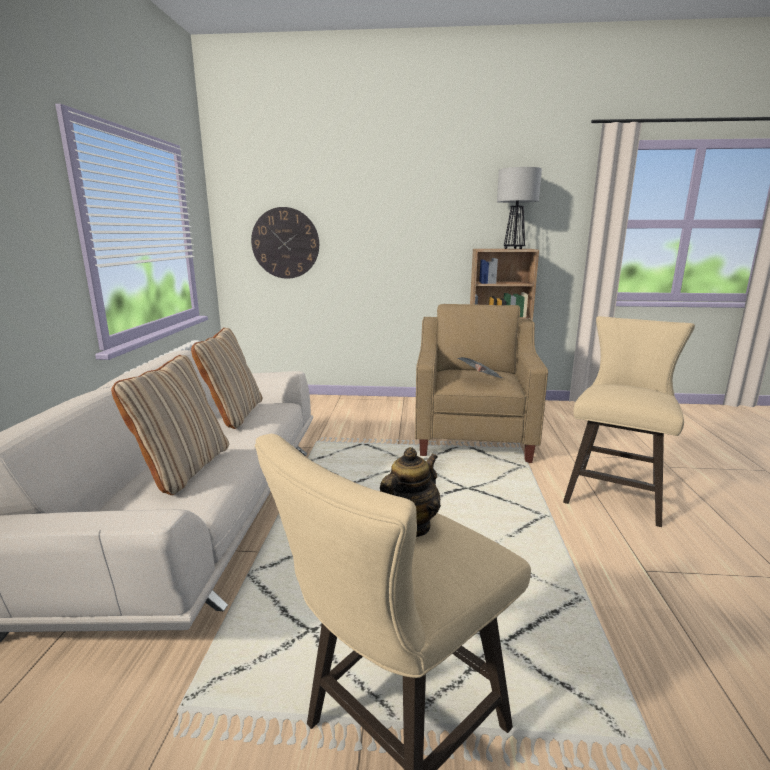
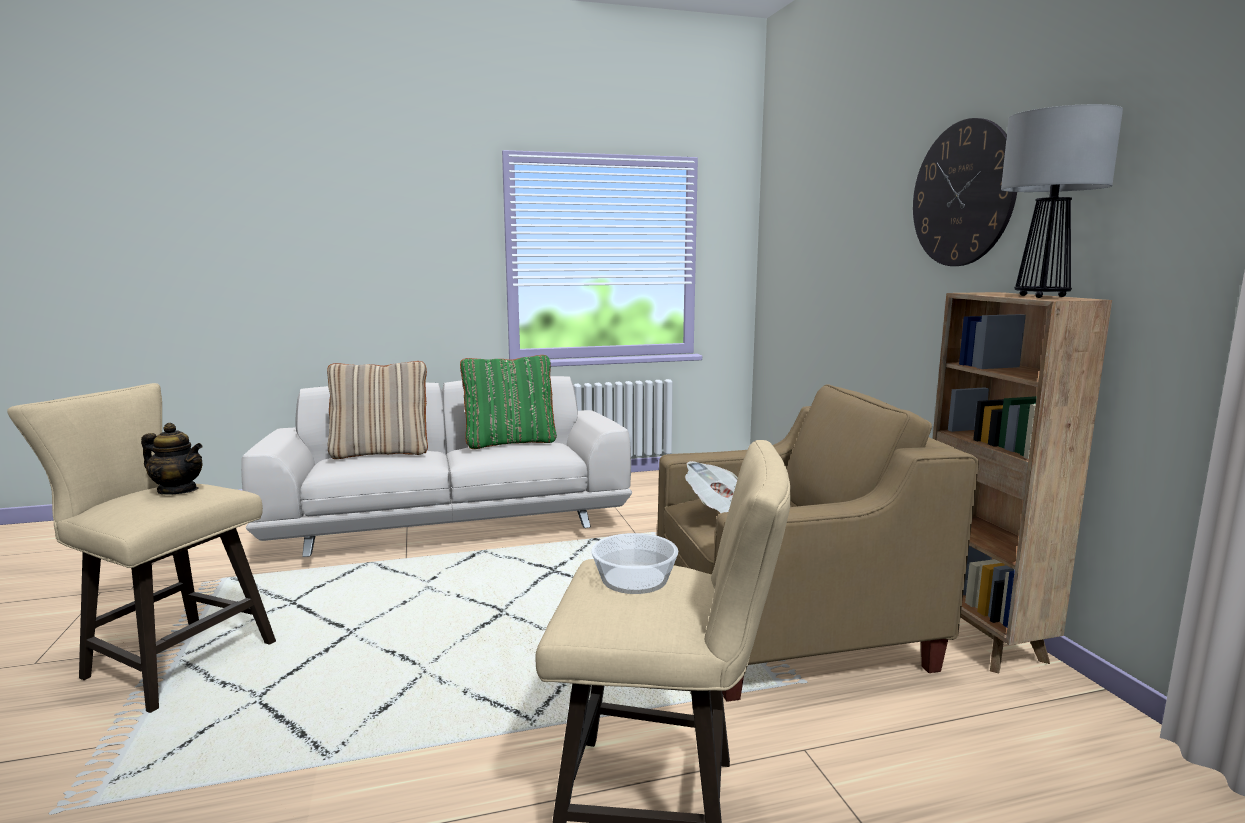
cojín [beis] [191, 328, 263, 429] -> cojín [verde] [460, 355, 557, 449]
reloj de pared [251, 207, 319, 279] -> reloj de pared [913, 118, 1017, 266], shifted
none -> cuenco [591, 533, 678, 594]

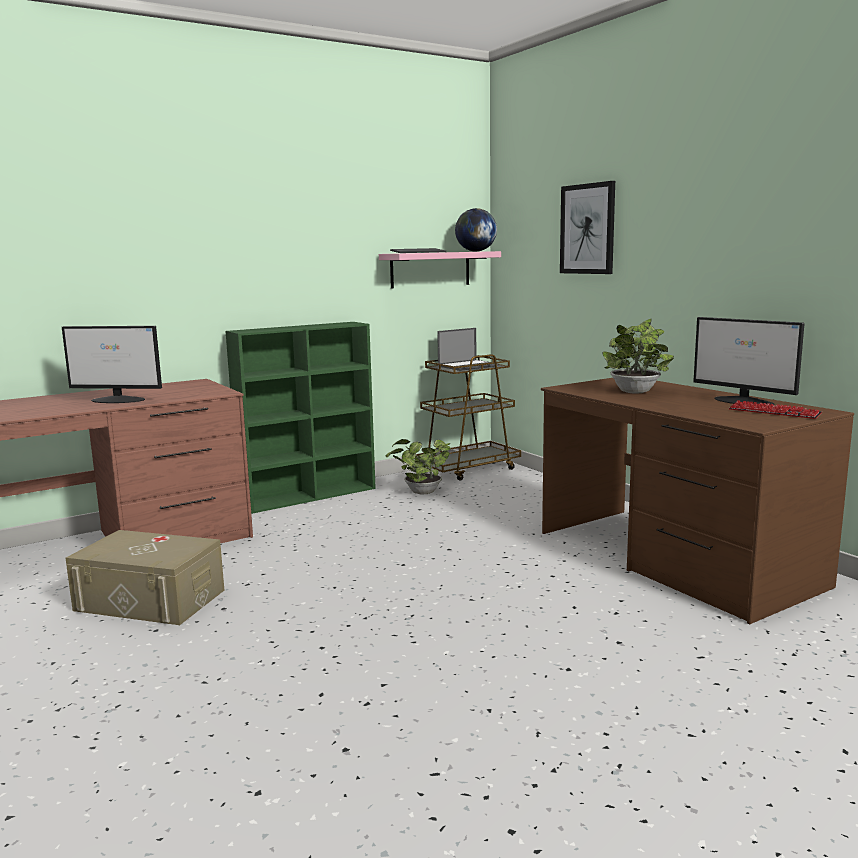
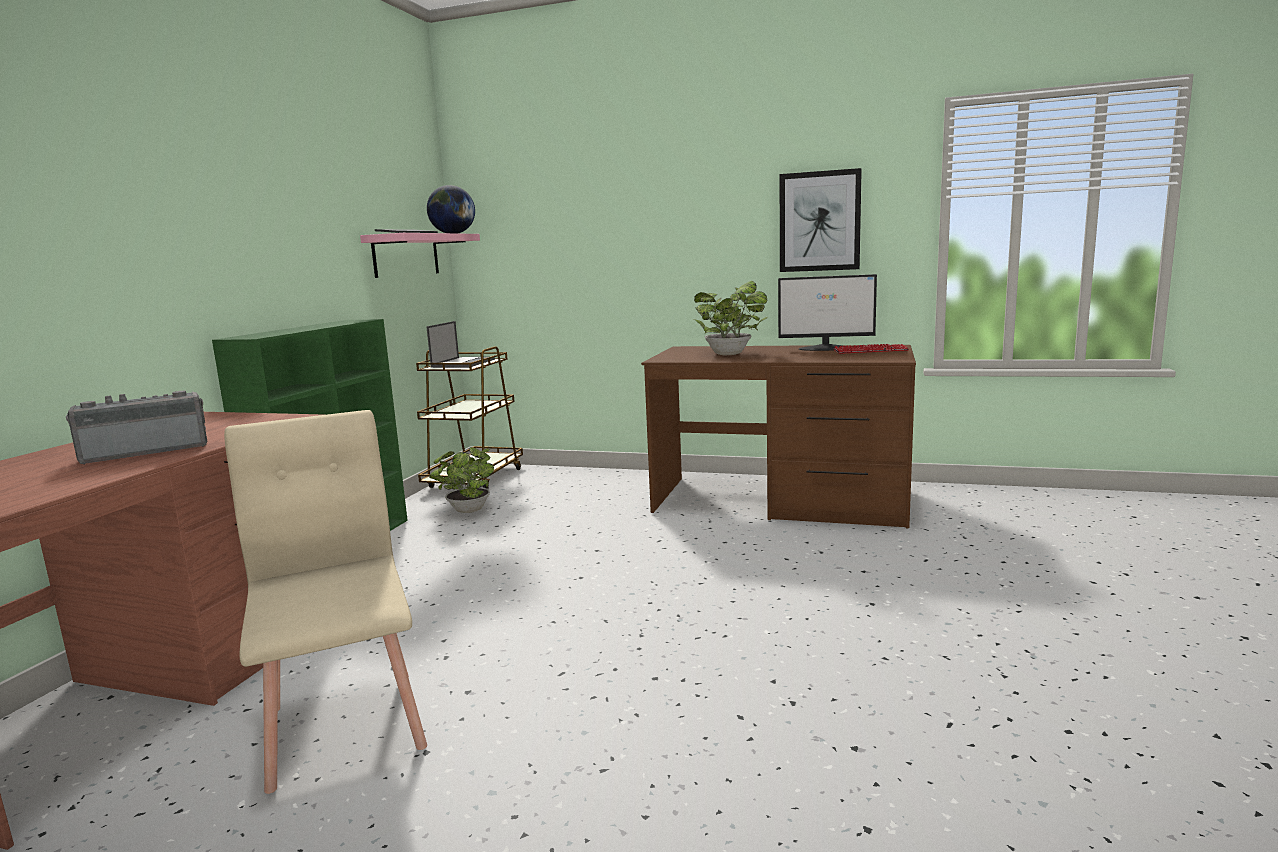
monitor [62, 326, 162, 403] -> radio [66, 391, 207, 464]
caja de almacenaje [beis] [65, 530, 225, 625] -> silla [beis] [224, 410, 427, 794]
cuadro [560, 181, 615, 274] -> cuadro [780, 168, 862, 272], shifted

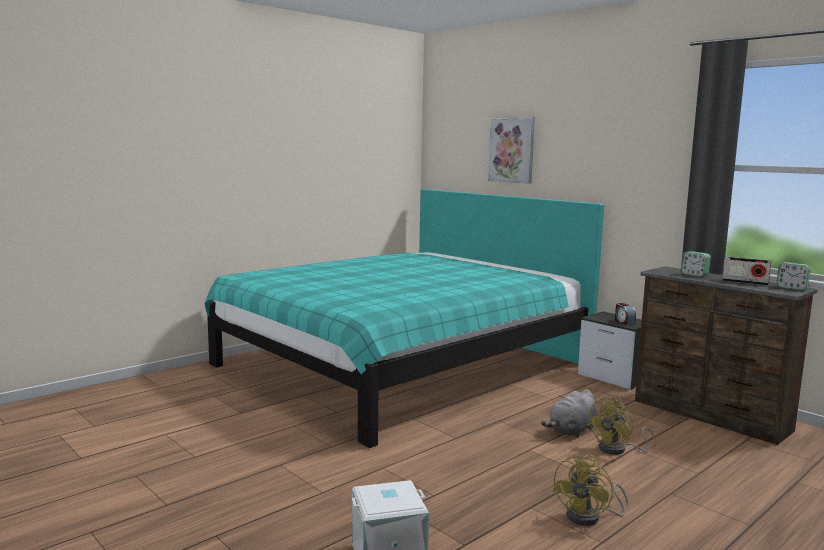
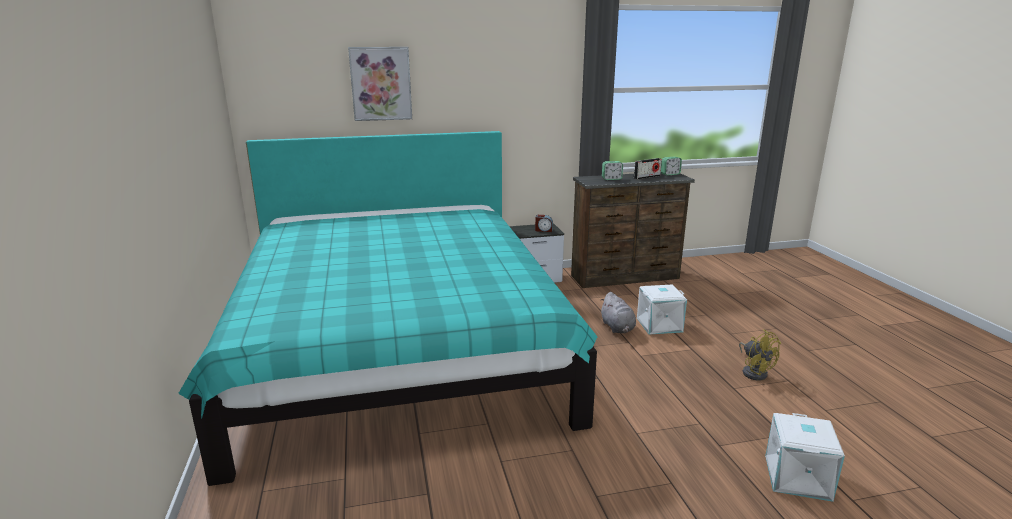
ventilador [amarillo] [587, 397, 656, 455] -> caja de almacenaje [blanco] [637, 285, 687, 335]

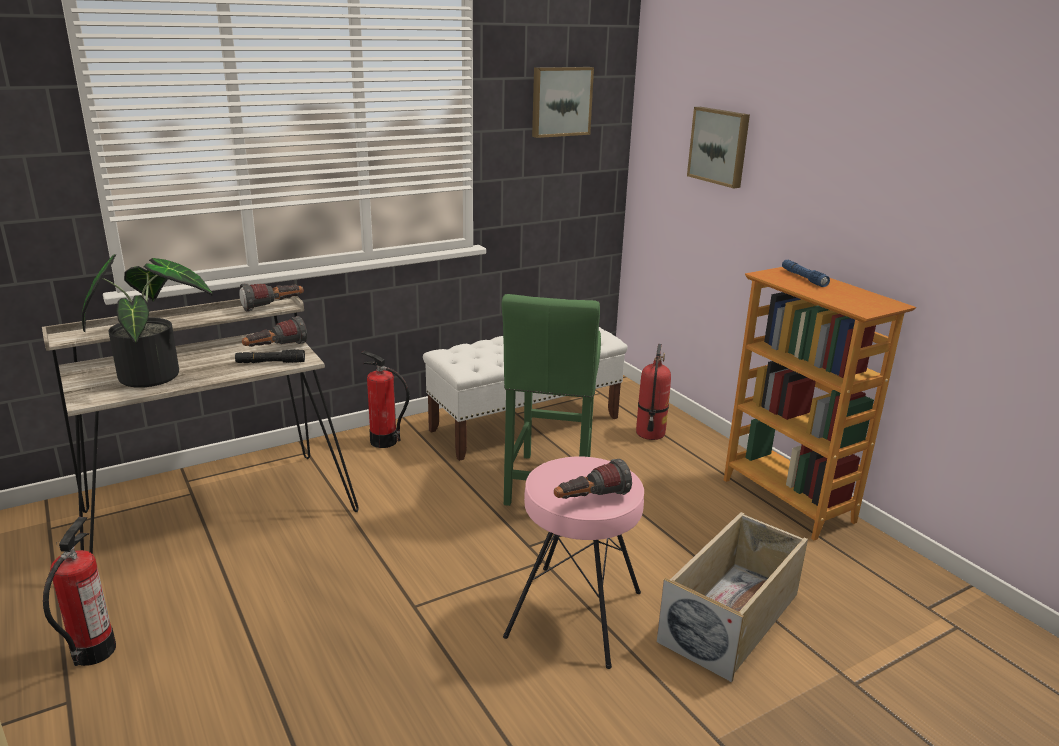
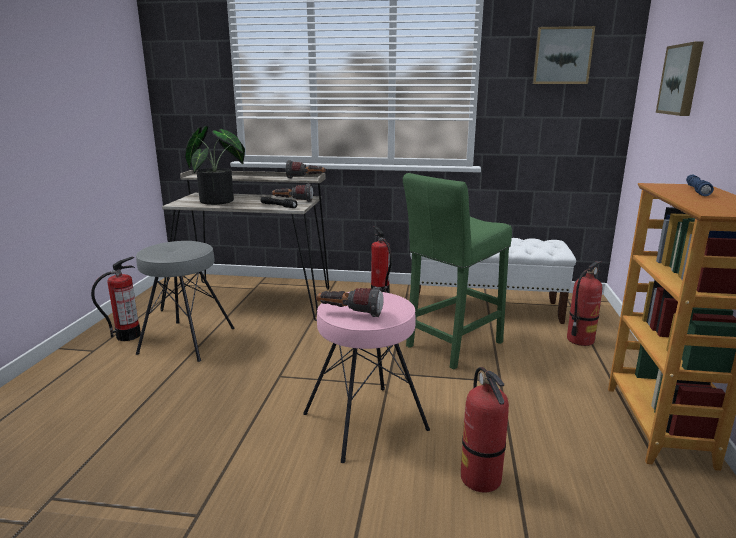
caja de almacenaje [beis] [657, 512, 808, 682] -> extintor [461, 367, 509, 493]
none -> taburete [gris] [136, 241, 235, 362]

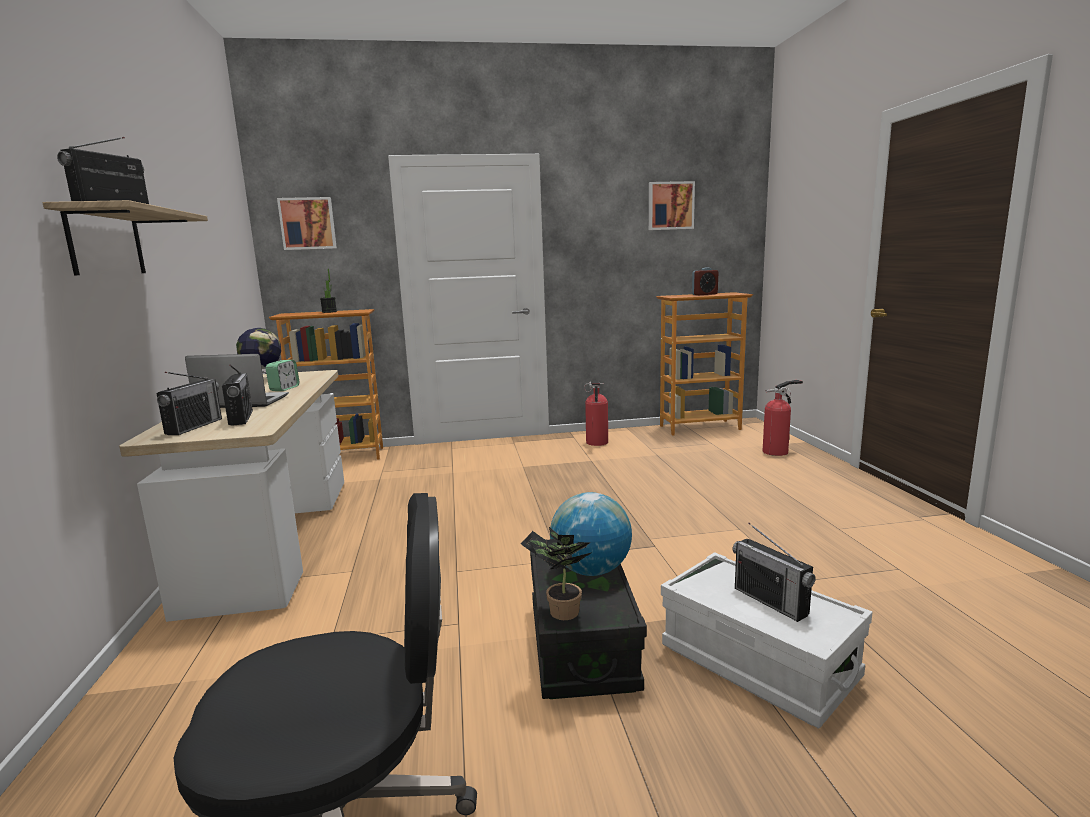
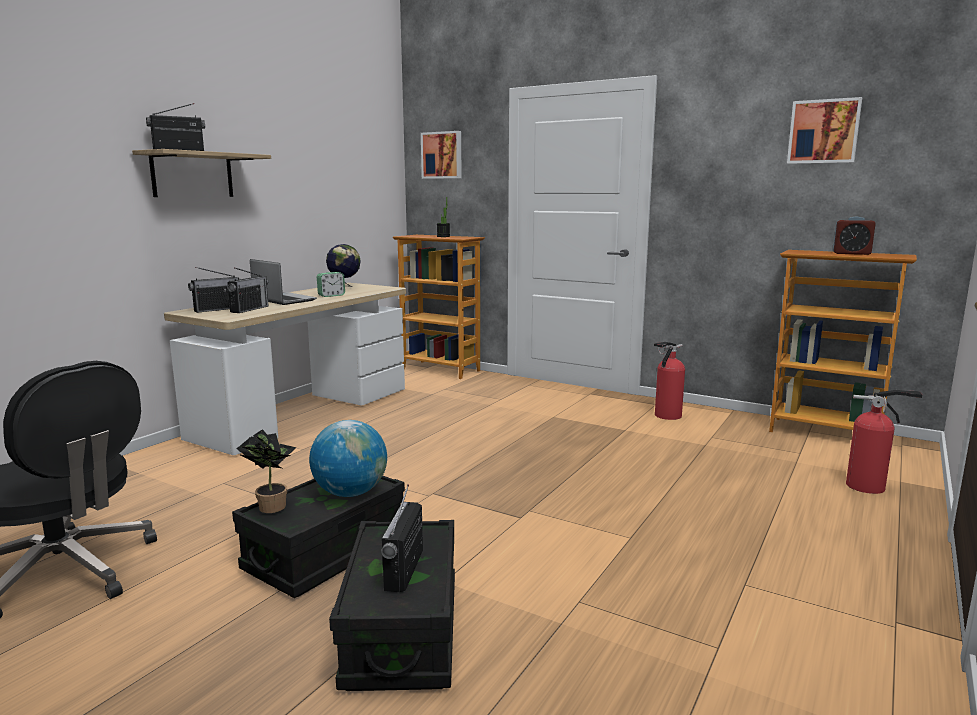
caja de almacenaje [blanco] [661, 552, 872, 729] -> caja de almacenaje [negro] [329, 520, 455, 691]

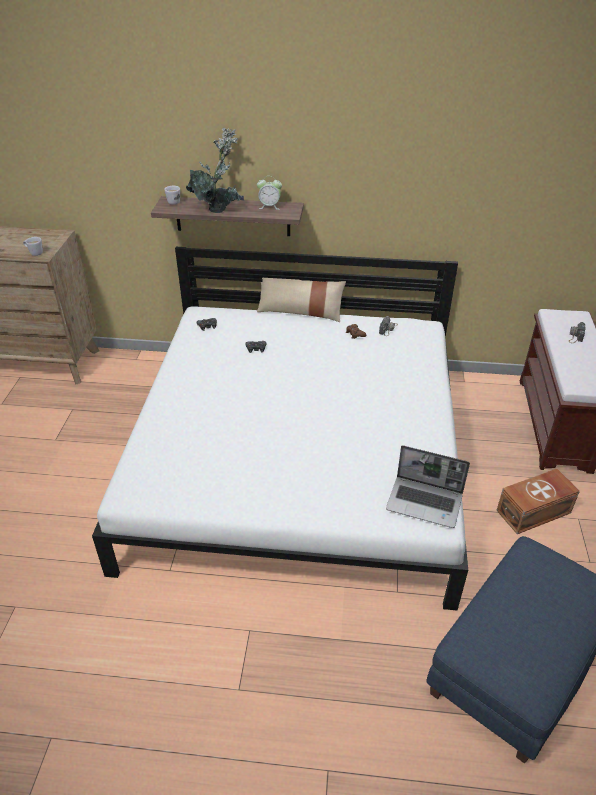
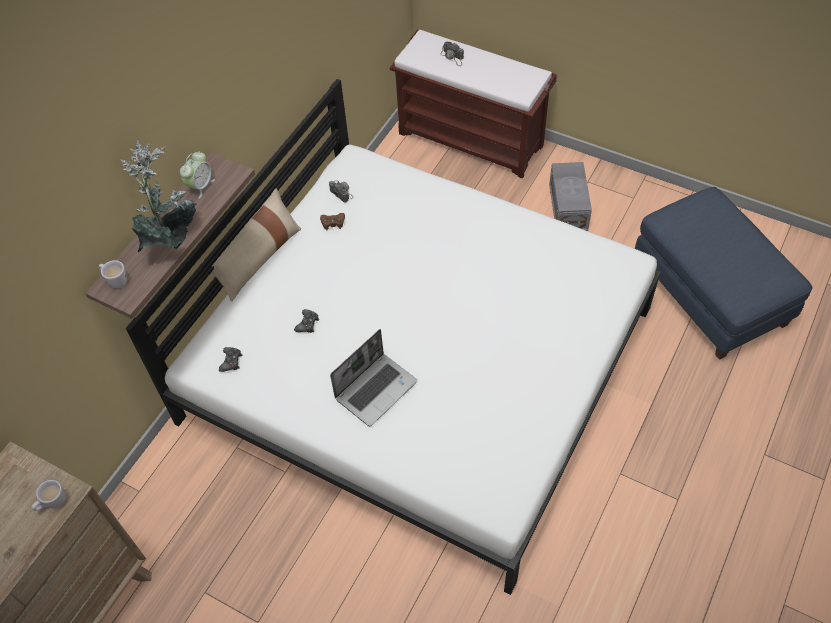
portátil [386, 445, 470, 528] -> portátil [330, 329, 417, 426], shifted
caja de almacenaje [marrón] [496, 469, 580, 534] -> caja de almacenaje [gris] [549, 162, 592, 231]

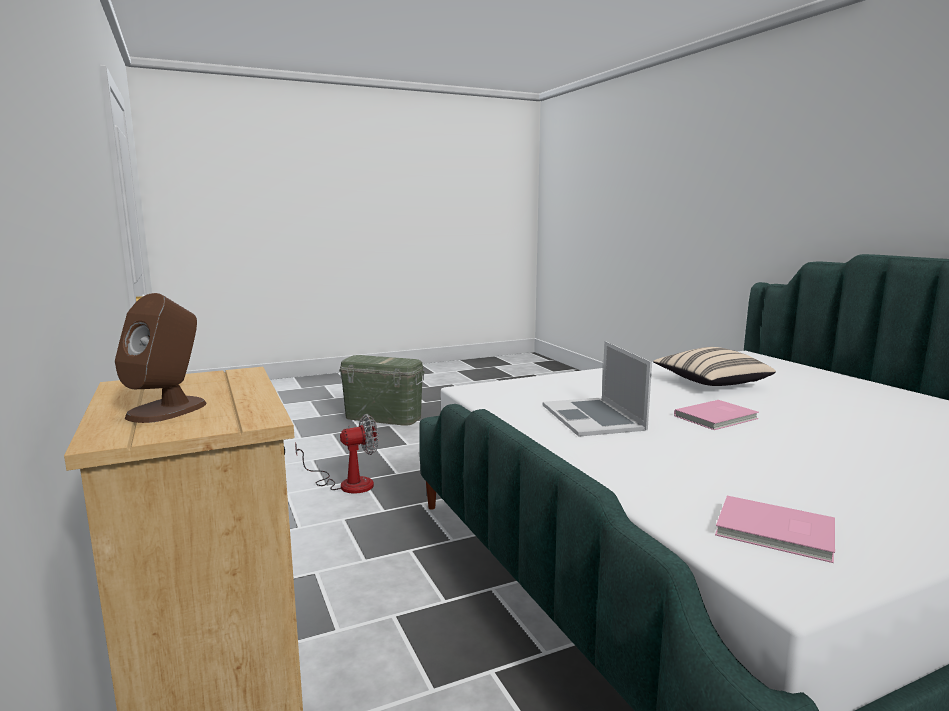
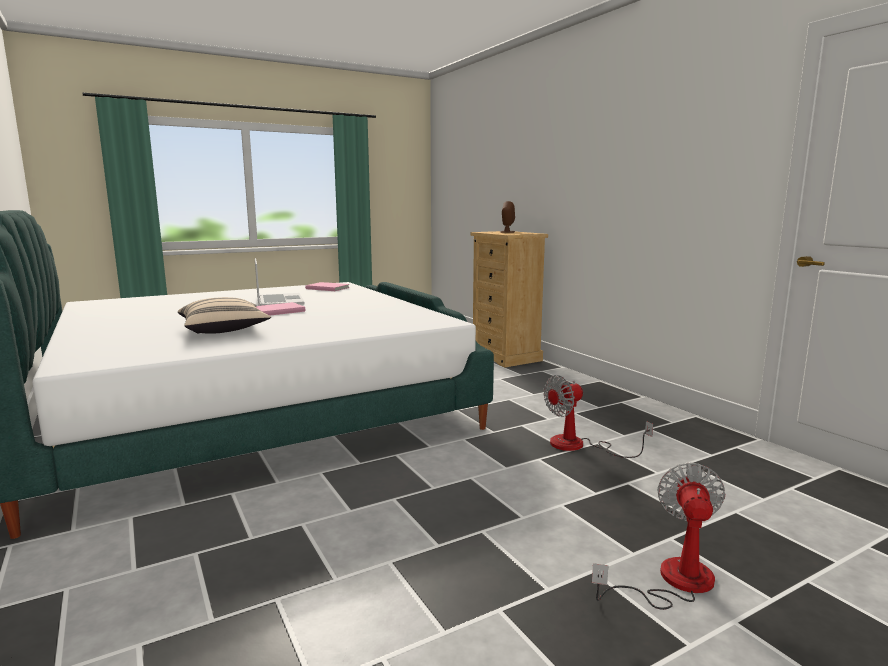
caja de almacenaje [verde] [339, 355, 425, 426] -> ventilador [592, 463, 725, 610]
portátil [543, 341, 652, 437] -> portátil [255, 258, 305, 306], shifted

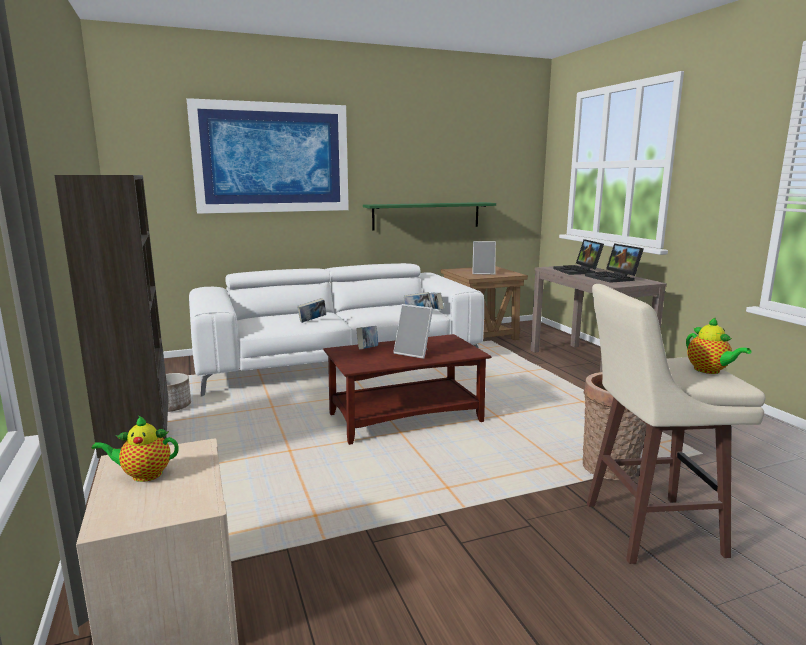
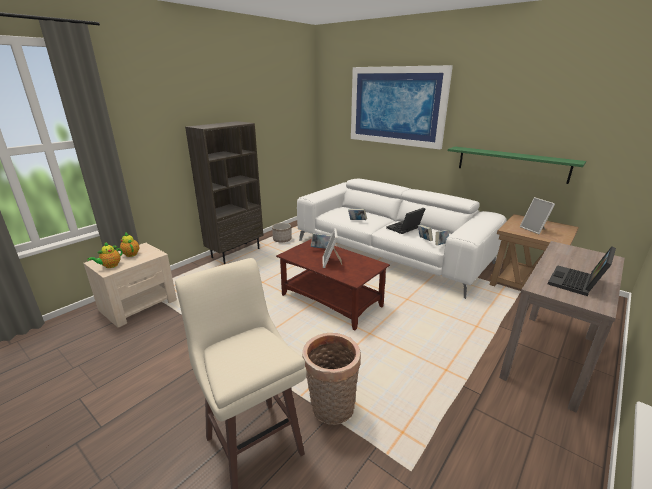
portátil [553, 239, 604, 275] -> portátil [386, 208, 425, 234], shifted
tetera [686, 317, 751, 374] -> tetera [87, 242, 123, 268], shifted

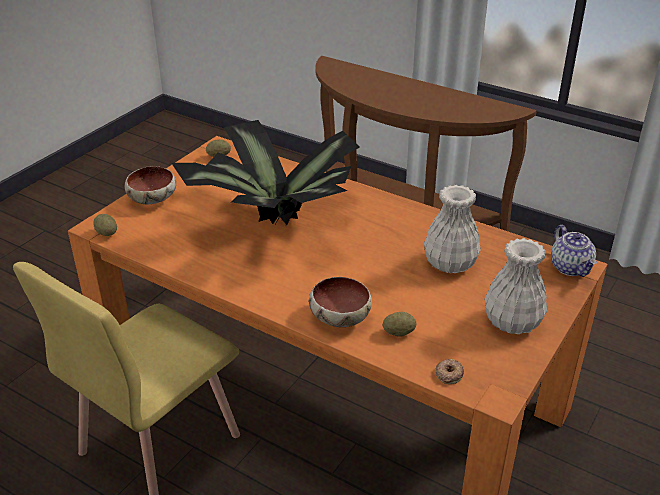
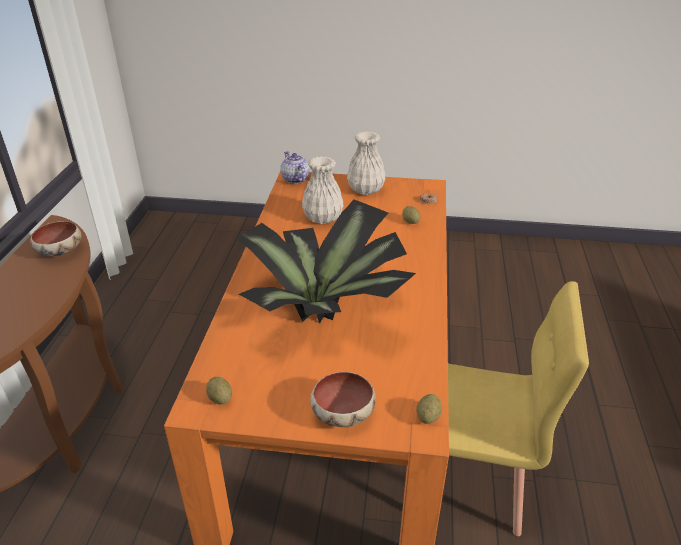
cuenco [309, 277, 372, 327] -> cuenco [30, 221, 81, 256], shifted
tetera [551, 225, 597, 277] -> tetera [280, 151, 309, 184], 75 degrees counterclockwise

